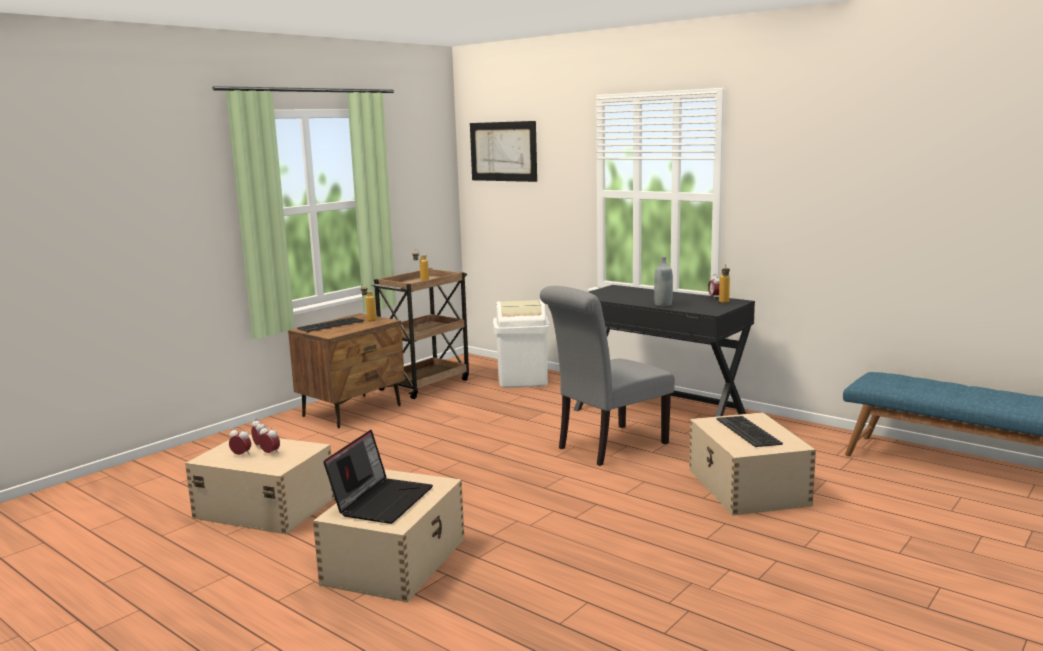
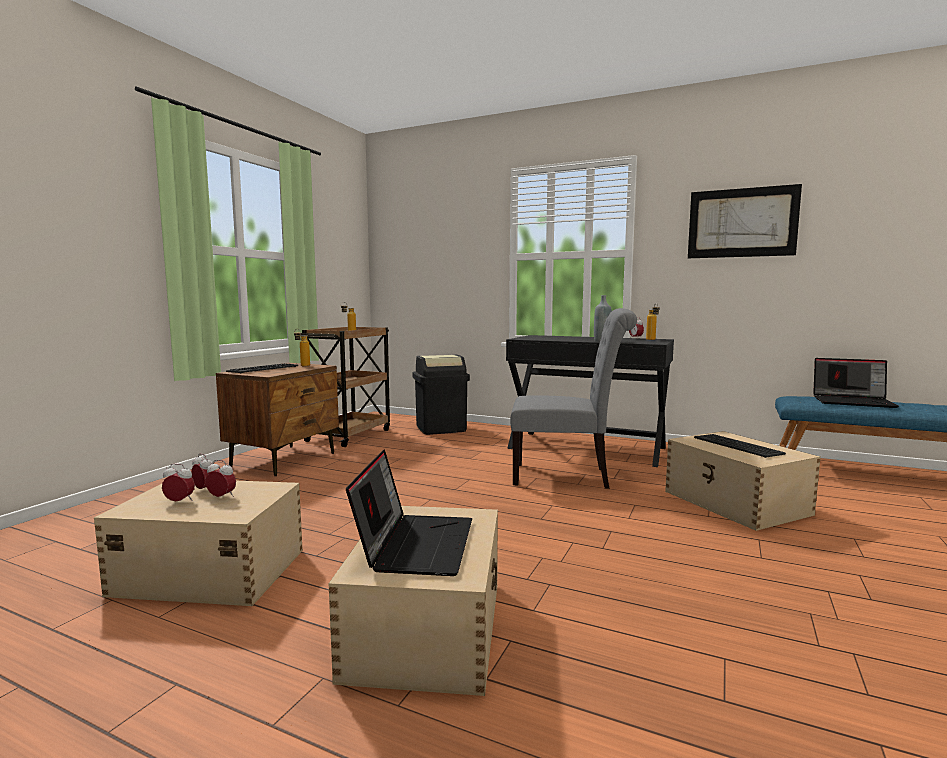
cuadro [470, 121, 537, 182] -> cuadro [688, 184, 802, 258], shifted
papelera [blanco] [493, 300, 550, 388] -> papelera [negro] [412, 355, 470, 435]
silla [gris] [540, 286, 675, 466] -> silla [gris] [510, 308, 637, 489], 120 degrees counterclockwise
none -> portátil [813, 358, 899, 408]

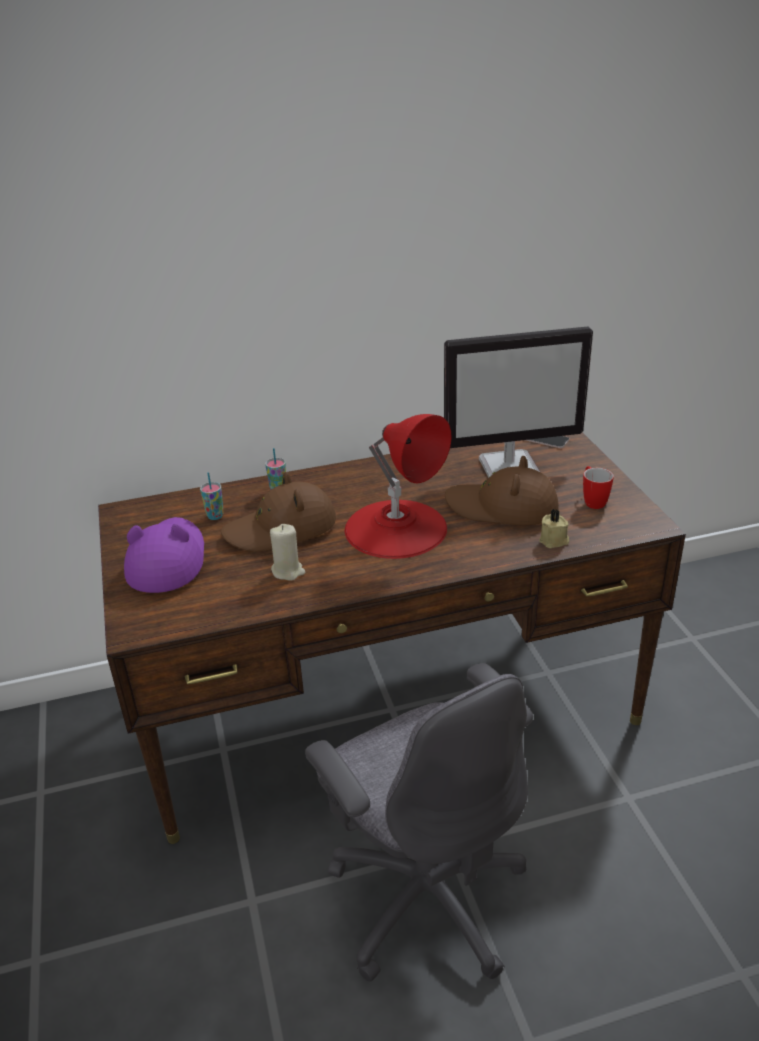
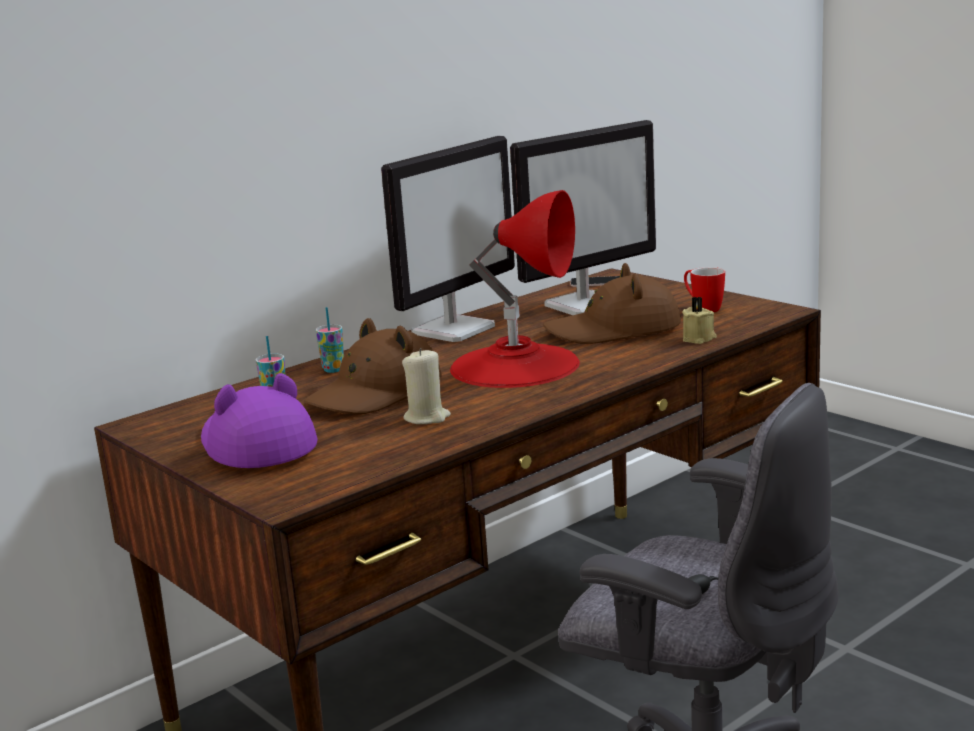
none -> monitor [381, 136, 515, 342]

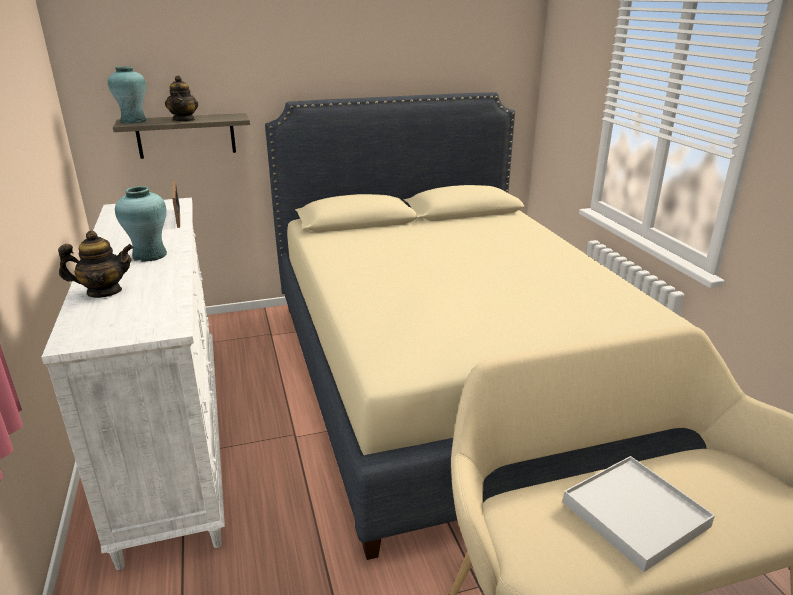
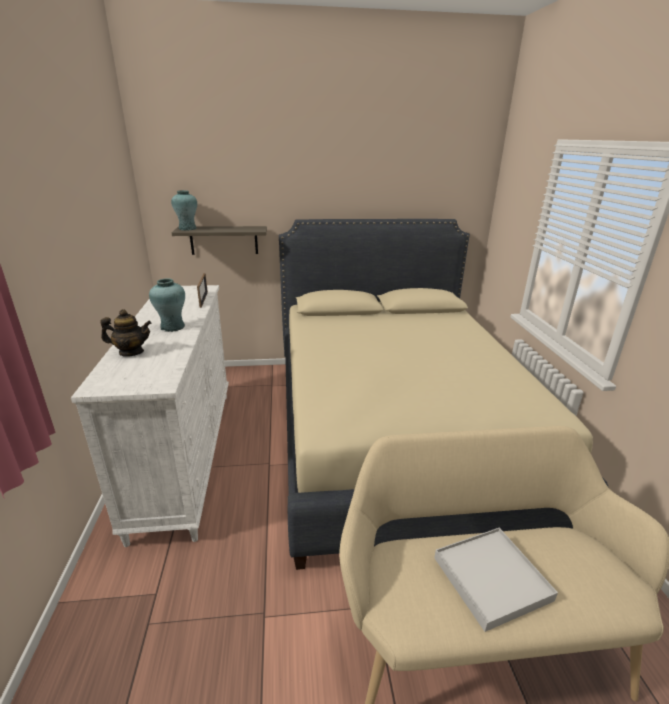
tetera [165, 75, 198, 122] -> none

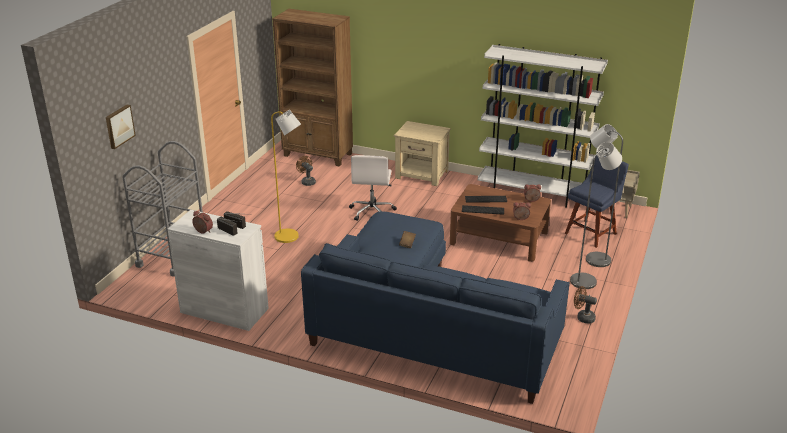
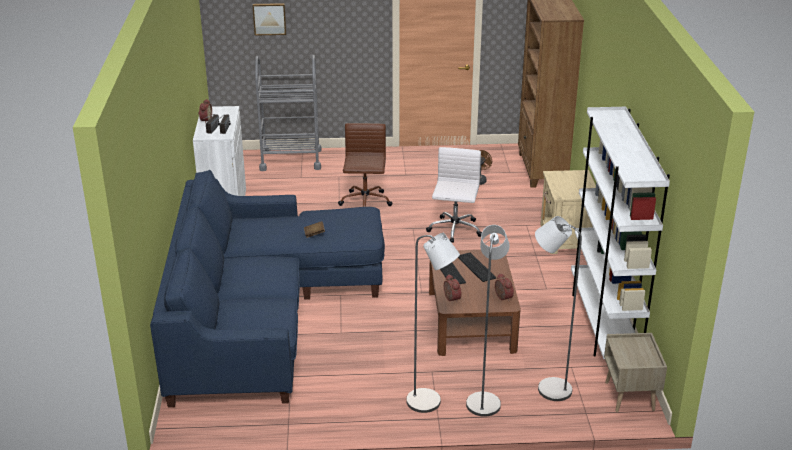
lámpara de pie [amarillo] [271, 110, 301, 243] -> silla de oficina [marrón] [338, 123, 393, 207]
silla de oficina [blanco] [349, 155, 397, 221] -> silla de oficina [blanco] [426, 147, 482, 243], 120 degrees clockwise
silla [azul] [565, 156, 629, 248] -> lámpara de pie [gris] [535, 216, 582, 401]
ventilador [marrón] [574, 286, 597, 324] -> none

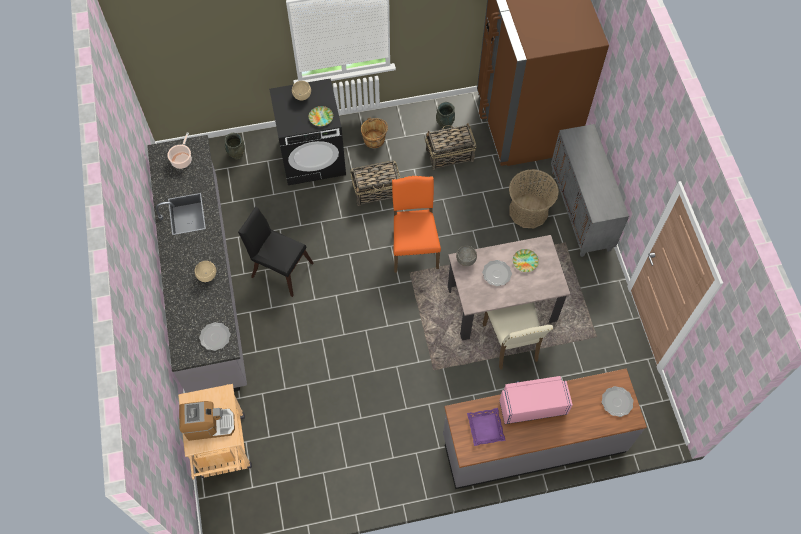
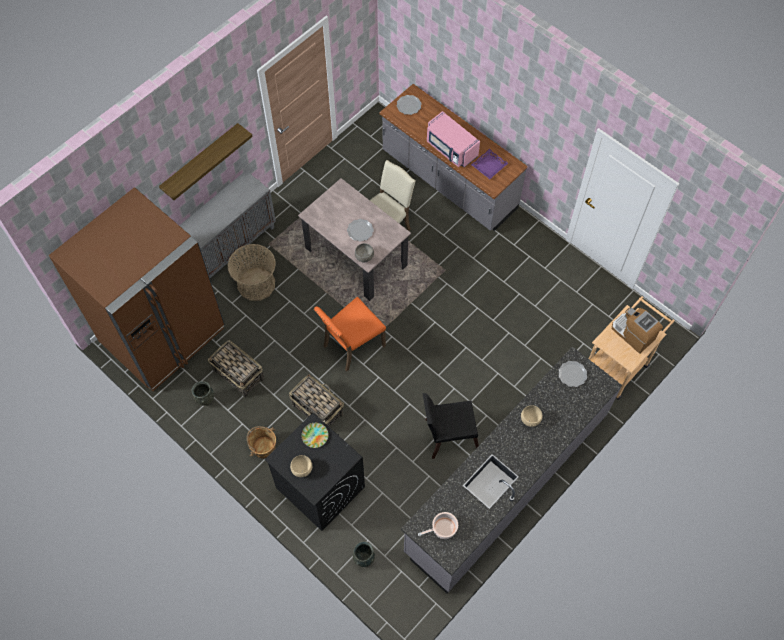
silla [negro] [238, 207, 314, 297] -> silla [negro] [422, 393, 479, 459], 90 degrees clockwise
plato [513, 249, 539, 272] -> none
none -> estante [159, 123, 253, 200]

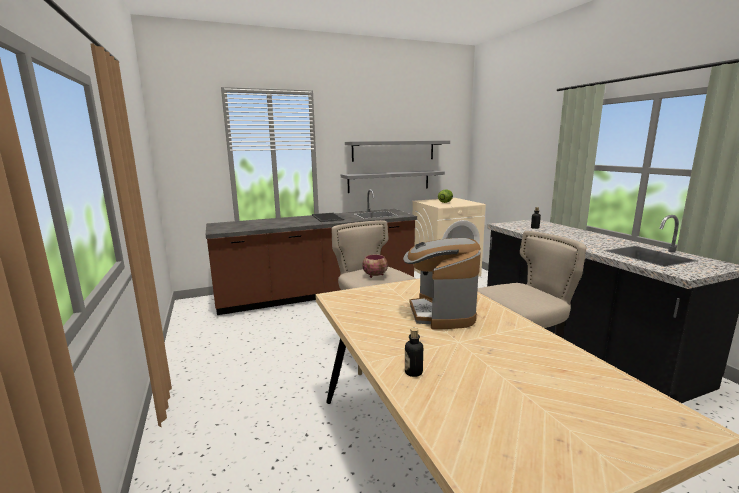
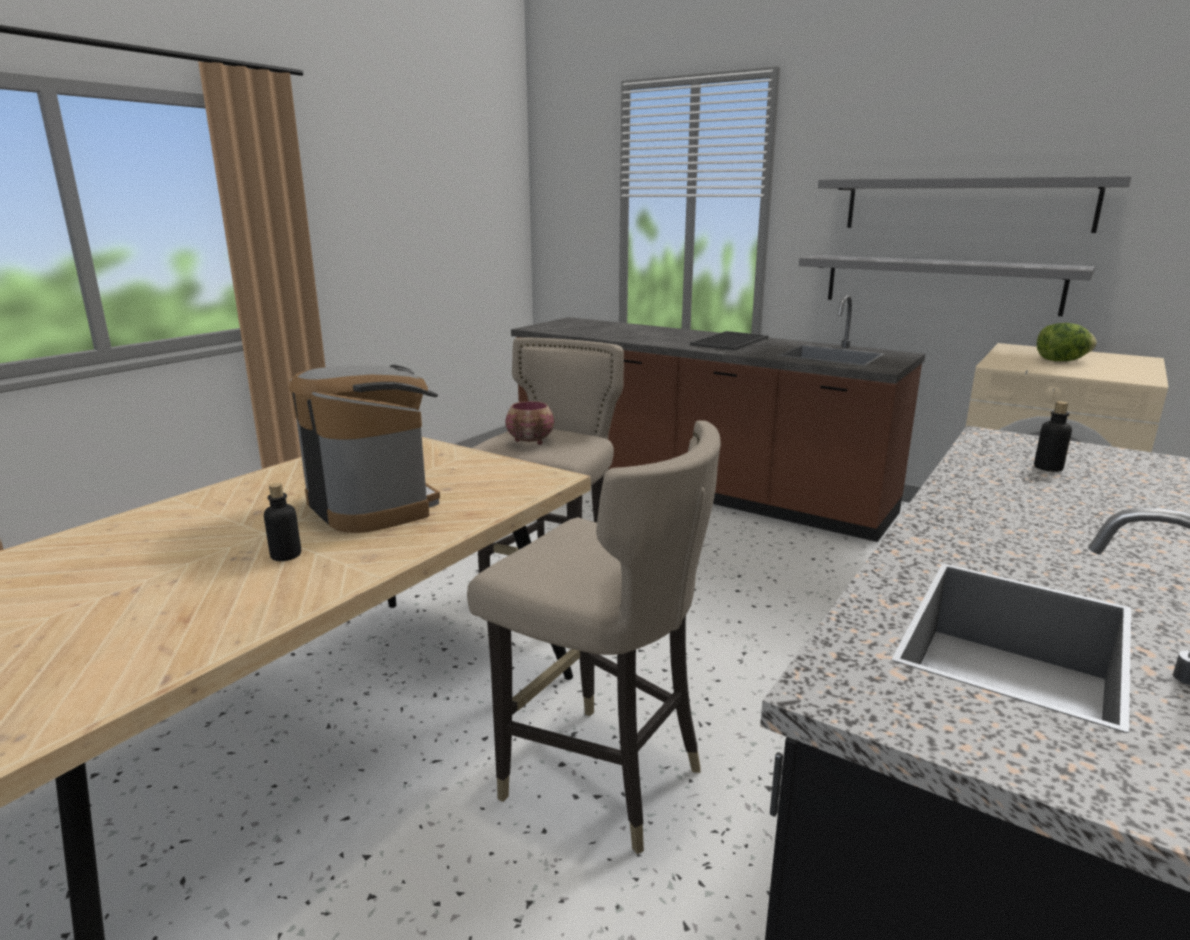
cafetera [403, 238, 481, 329] -> cafetera [289, 365, 440, 533], 90 degrees clockwise
botella [405, 328, 423, 377] -> botella [264, 483, 301, 561], shifted

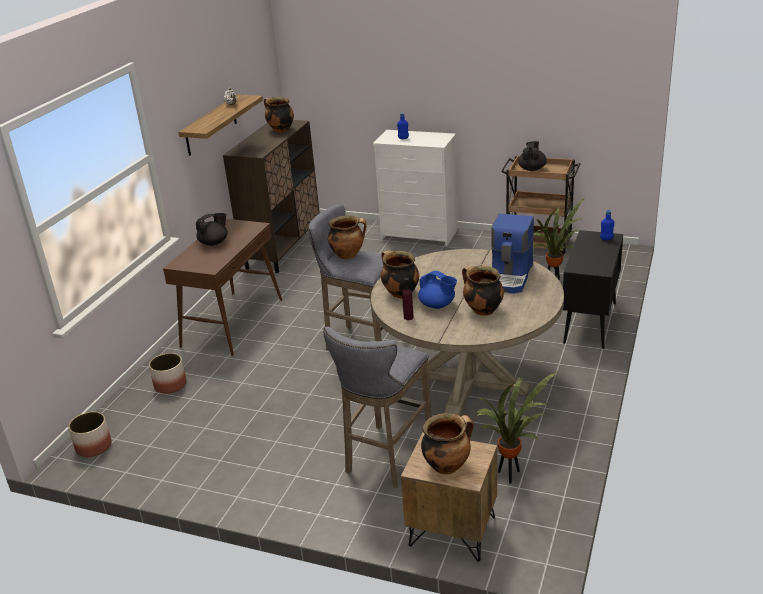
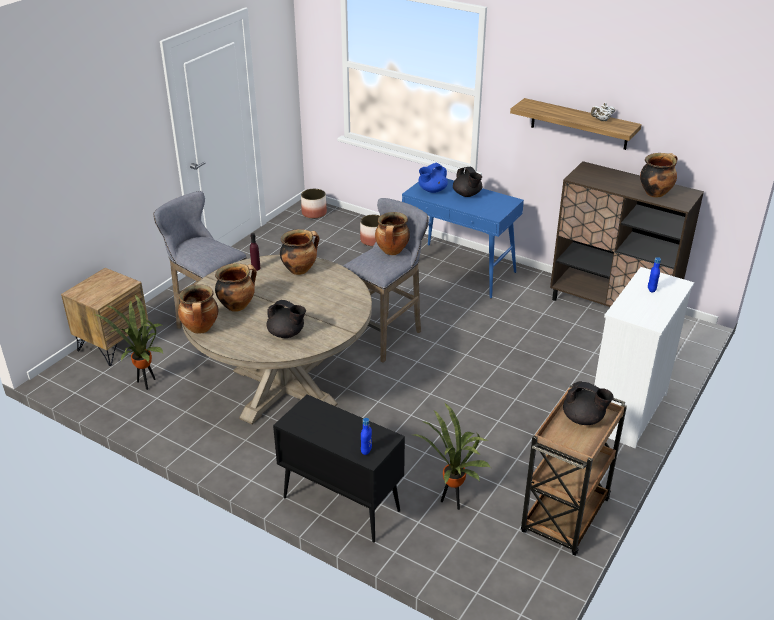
mesa consola [marrón] [163, 219, 282, 356] -> mesa consola [azul] [402, 179, 524, 298]
tetera [azul] [418, 271, 457, 309] -> tetera [azul] [418, 163, 448, 193], shifted
olla [421, 413, 474, 475] -> olla [178, 284, 218, 334], shifted
cafetera [491, 214, 534, 294] -> tetera [negro] [267, 300, 306, 338]

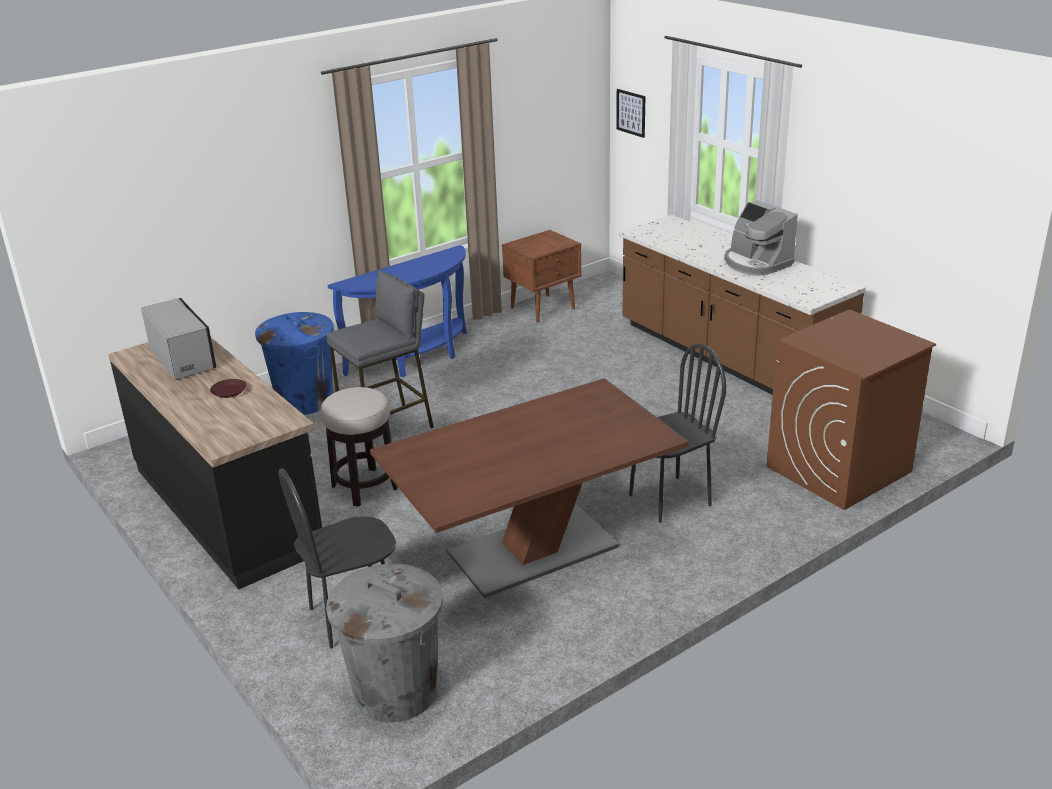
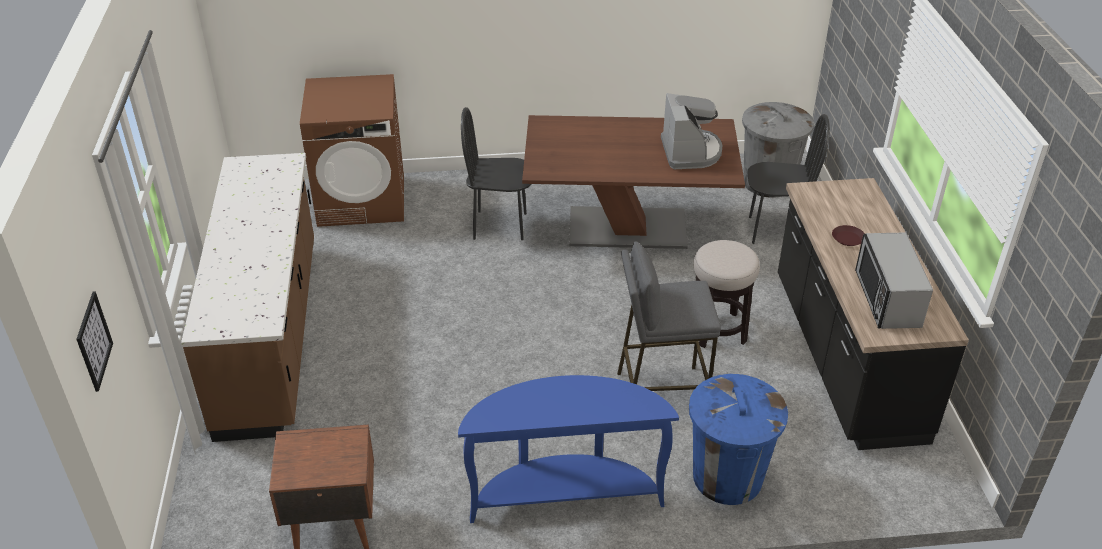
cafetera [724, 200, 798, 276] -> cafetera [661, 93, 723, 169], shifted

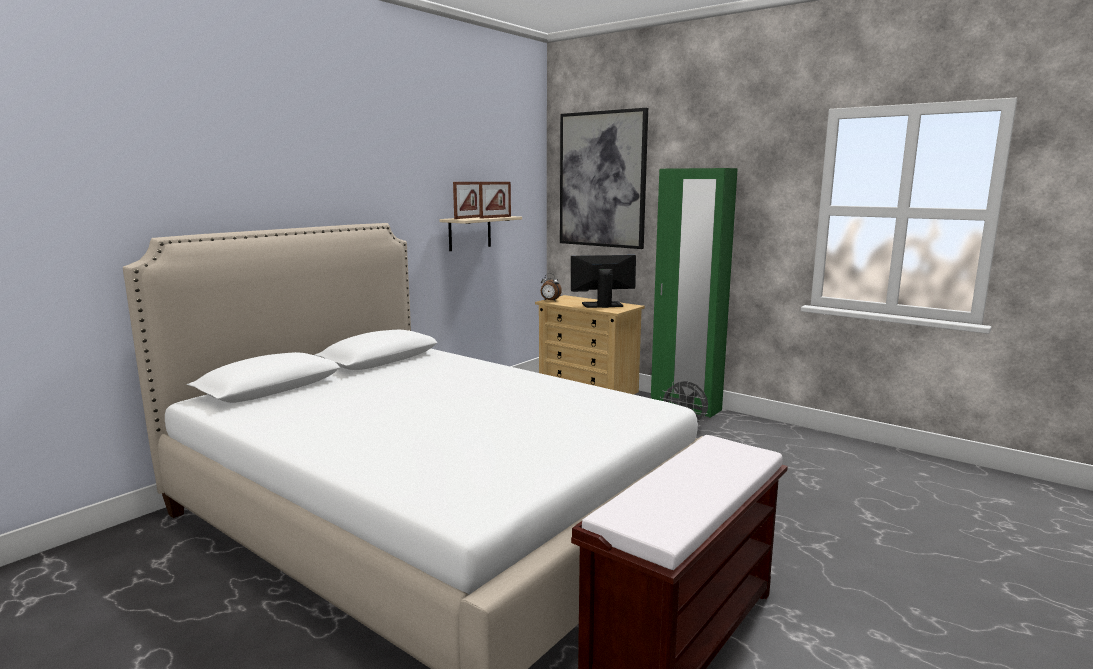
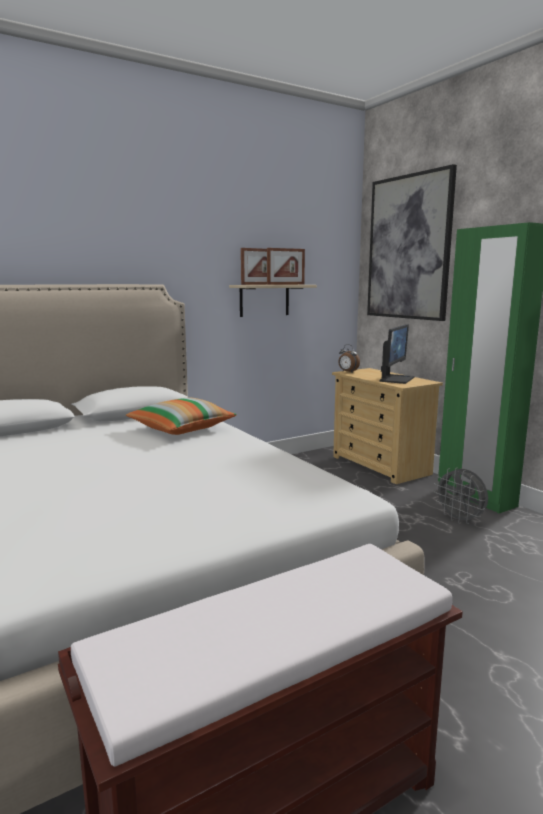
monitor [571, 255, 636, 308] -> monitor [380, 324, 414, 384], 105 degrees clockwise
none -> cojín [126, 397, 237, 435]

